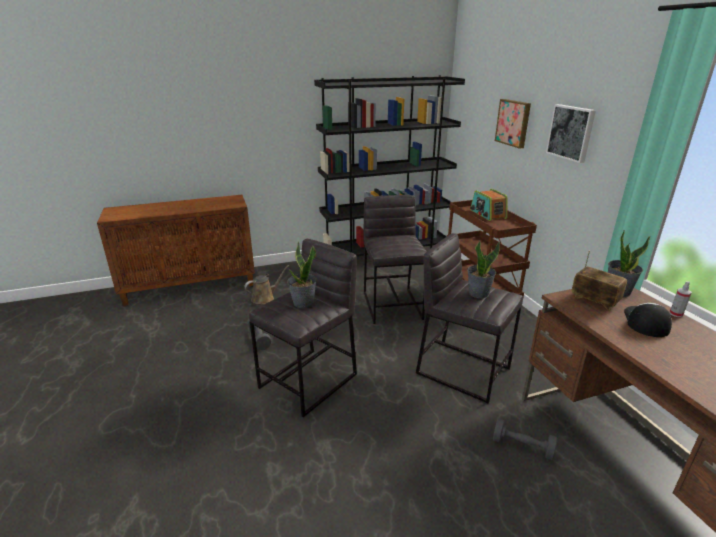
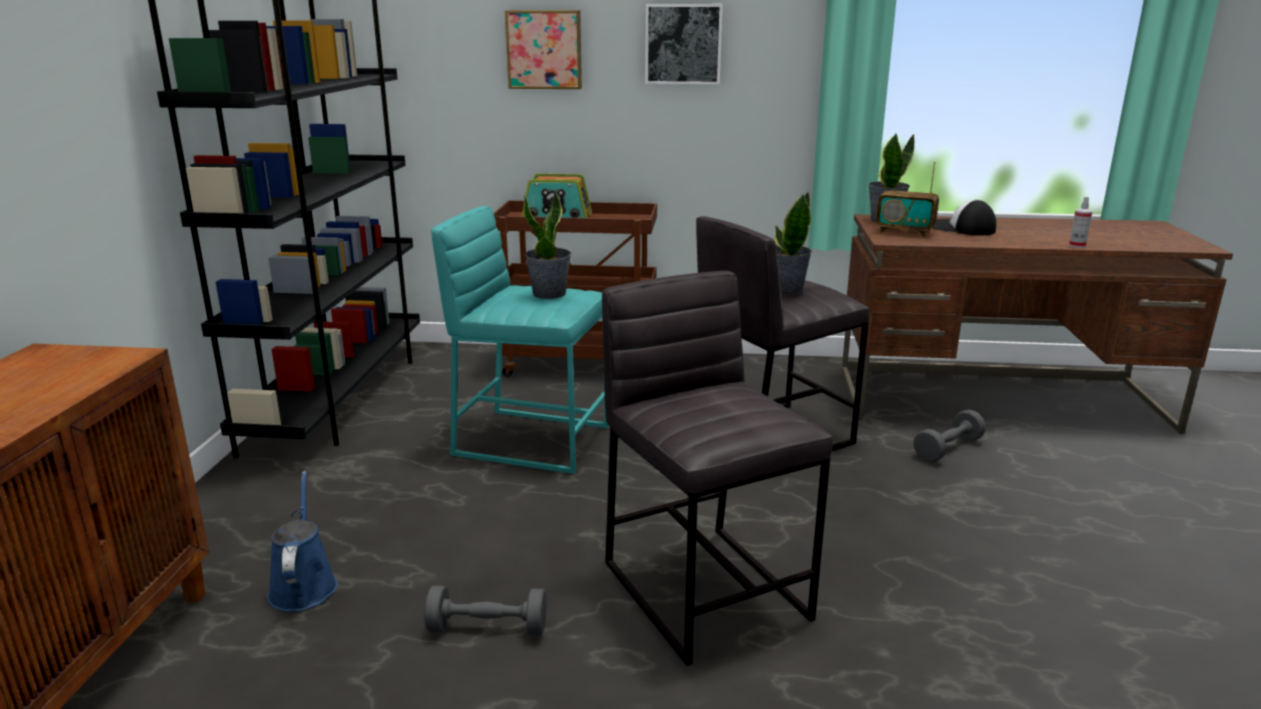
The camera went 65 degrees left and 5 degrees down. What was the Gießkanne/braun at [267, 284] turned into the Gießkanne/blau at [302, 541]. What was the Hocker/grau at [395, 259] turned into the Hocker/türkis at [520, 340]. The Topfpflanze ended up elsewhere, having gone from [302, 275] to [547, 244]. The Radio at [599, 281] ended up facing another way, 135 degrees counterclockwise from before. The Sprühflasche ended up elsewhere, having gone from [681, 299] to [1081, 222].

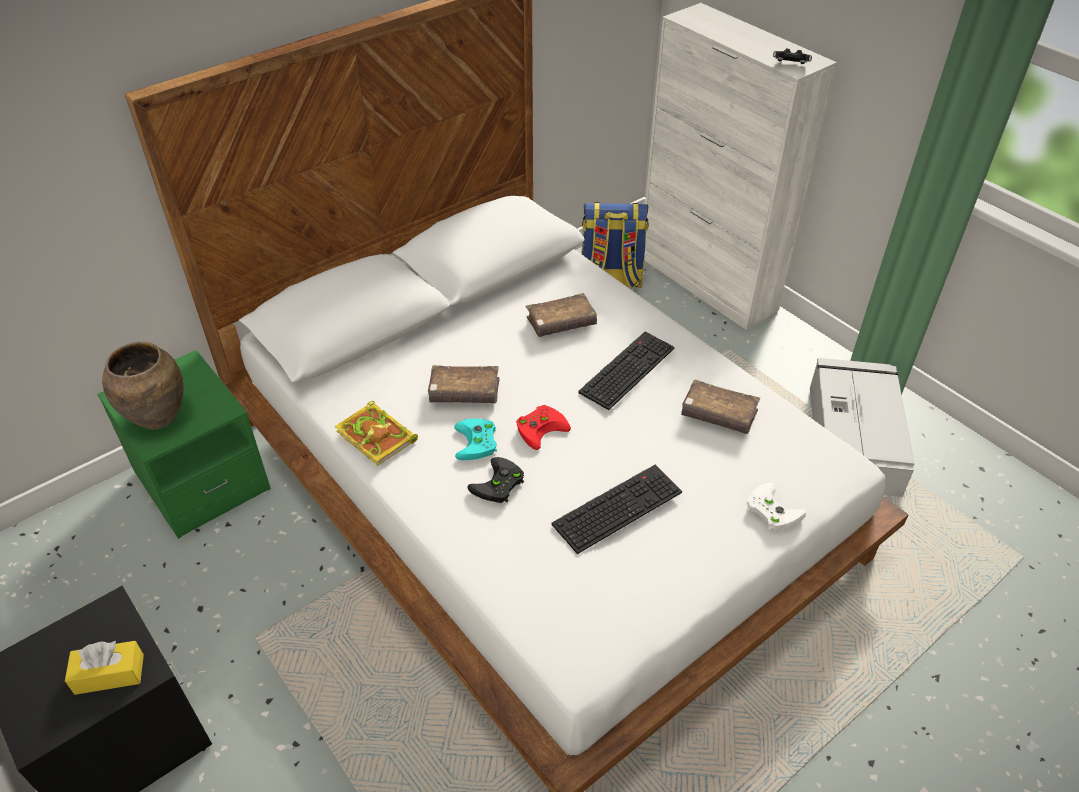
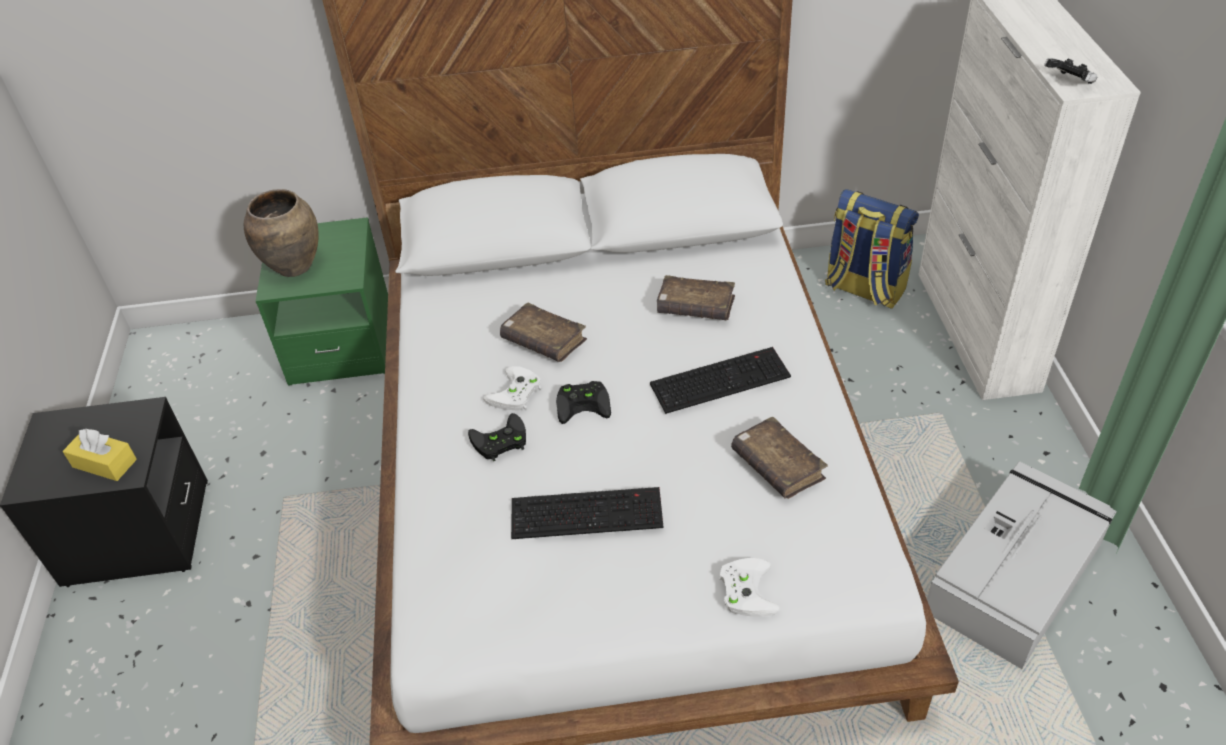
The camera went 35 degrees right and 0 degrees up. What was the Gamepad/türkis at [475, 439] turned into the Gamepad/weiß at [512, 388]. What was the Gamepad/rot at [543, 427] turned into the Gamepad/schwarz at [583, 402]. The second view lost the Buch at [376, 433].

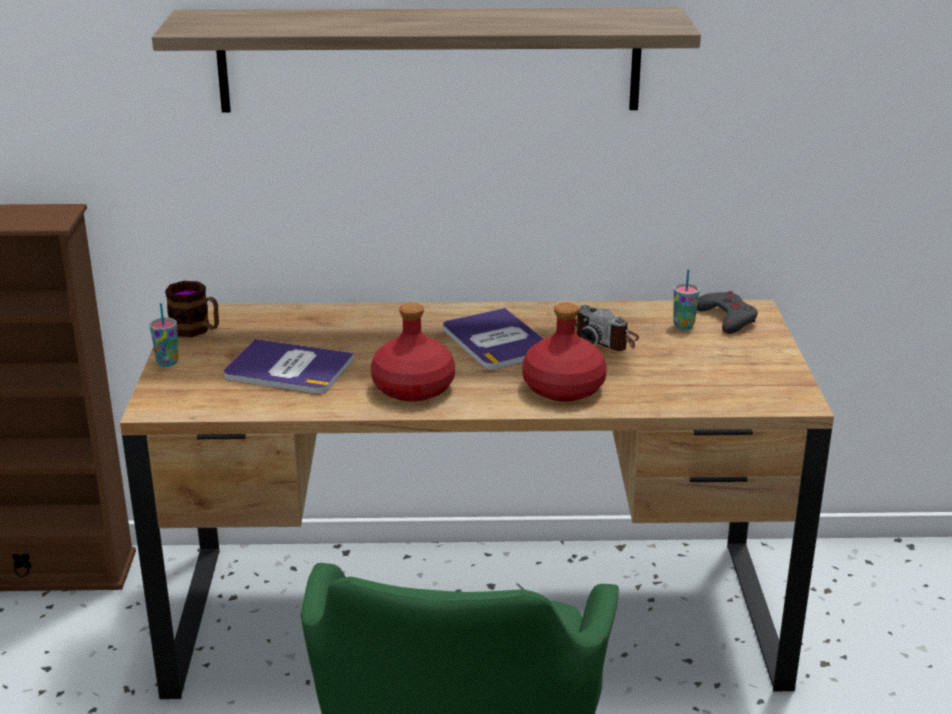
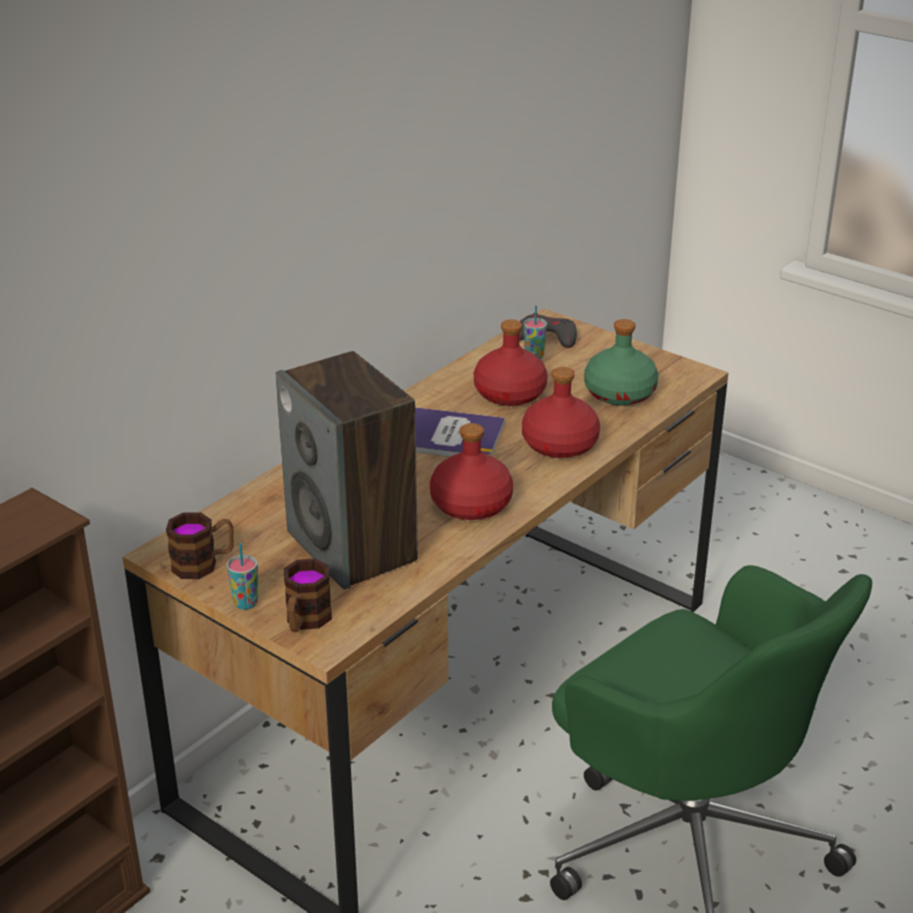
The camera went 50 degrees left and 5 degrees up. Where the Buch stood at [289, 366], the Lautsprecher came to stand at [347, 470]. The second view gained the Henkelbecher at [308, 595]. Where the Kamera stood at [607, 328], the Flasche/rot came to stand at [511, 362]. The second view gained the Flasche/grün at [621, 362]. The second view lost the Wandregal at [426, 60].

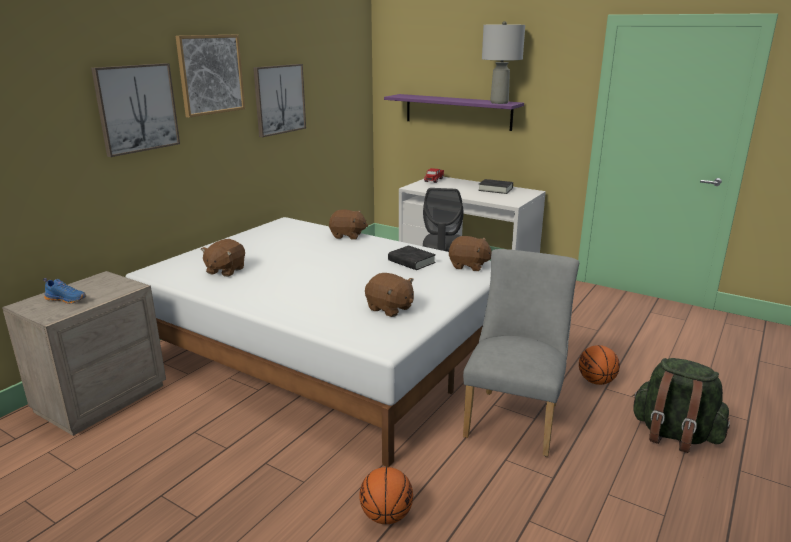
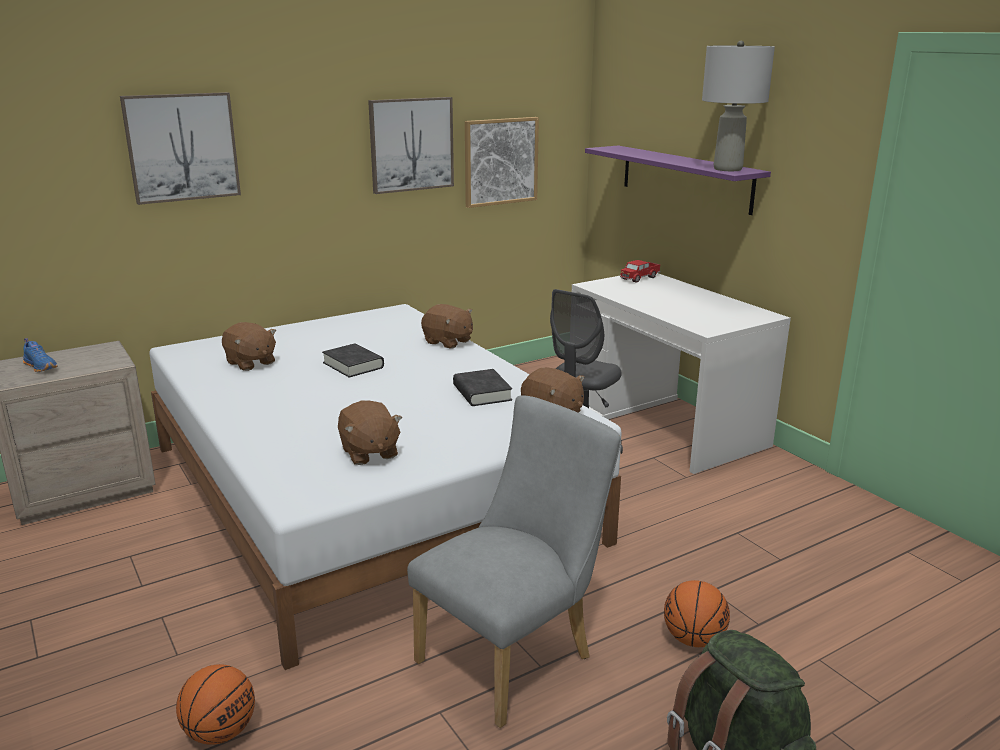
The camera went 25 degrees right and 0 degrees up. The Plüschtier/braun at [223, 258] ended up facing another way, 90 degrees counterclockwise from before. The Buch/schwarz ended up elsewhere, having gone from [495, 186] to [353, 361]. The Bild ended up elsewhere, having gone from [210, 76] to [502, 162].

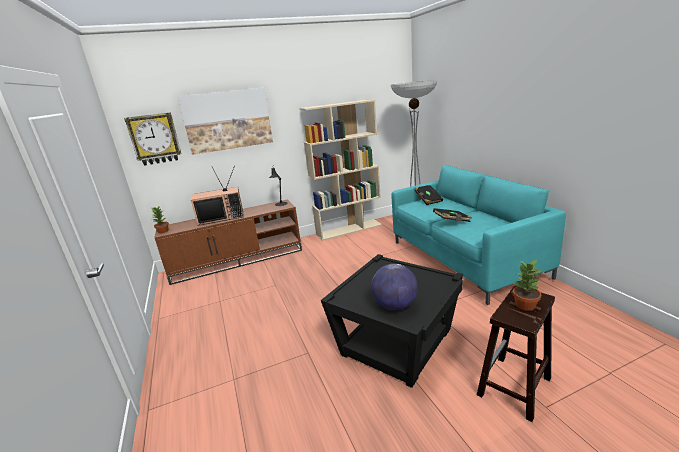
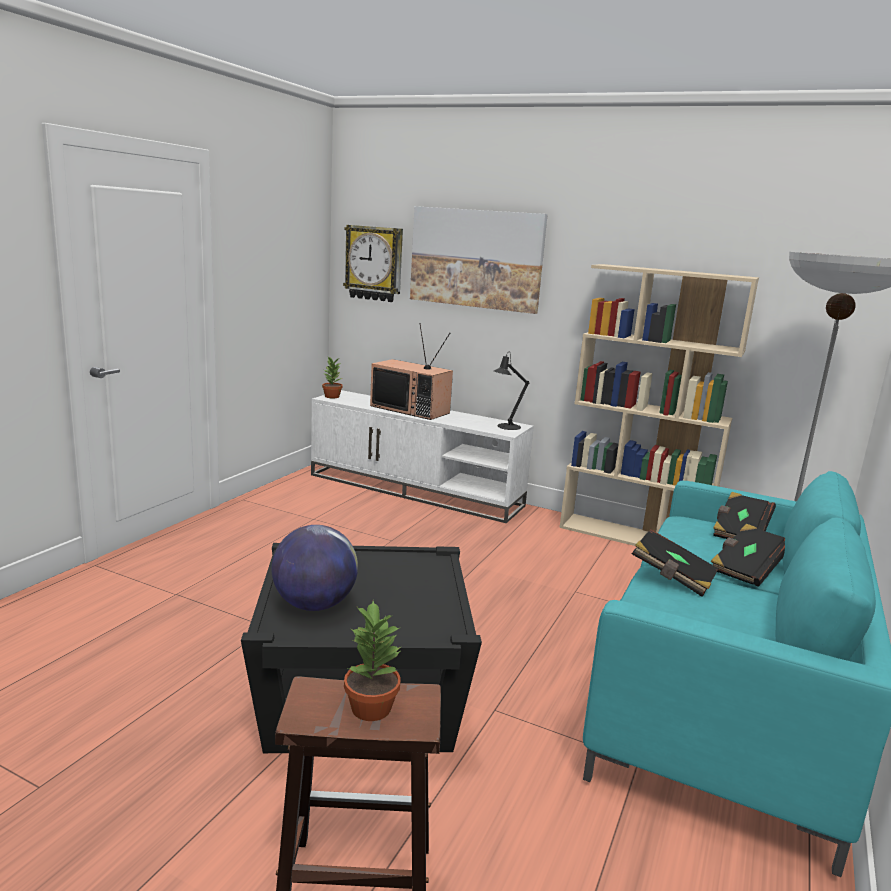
The camera went 45 degrees right and 5 degrees down. What was the Fernsehschrank/braun at [228, 242] turned into the Fernsehschrank/weiß at [422, 456]. The second view gained the Buch/schwarz at [748, 555].

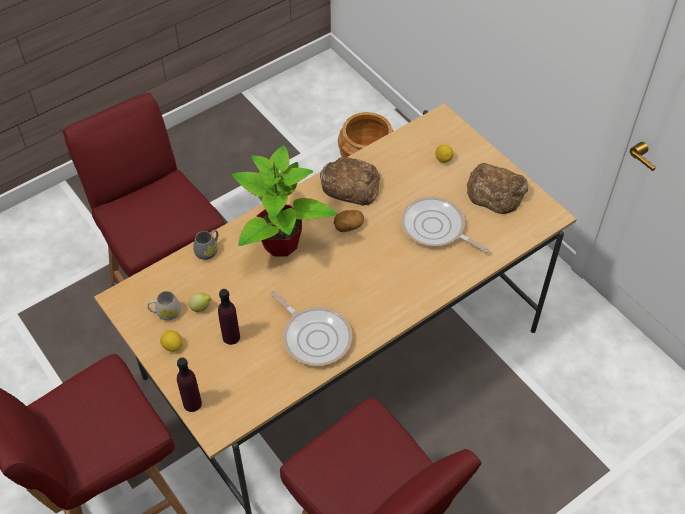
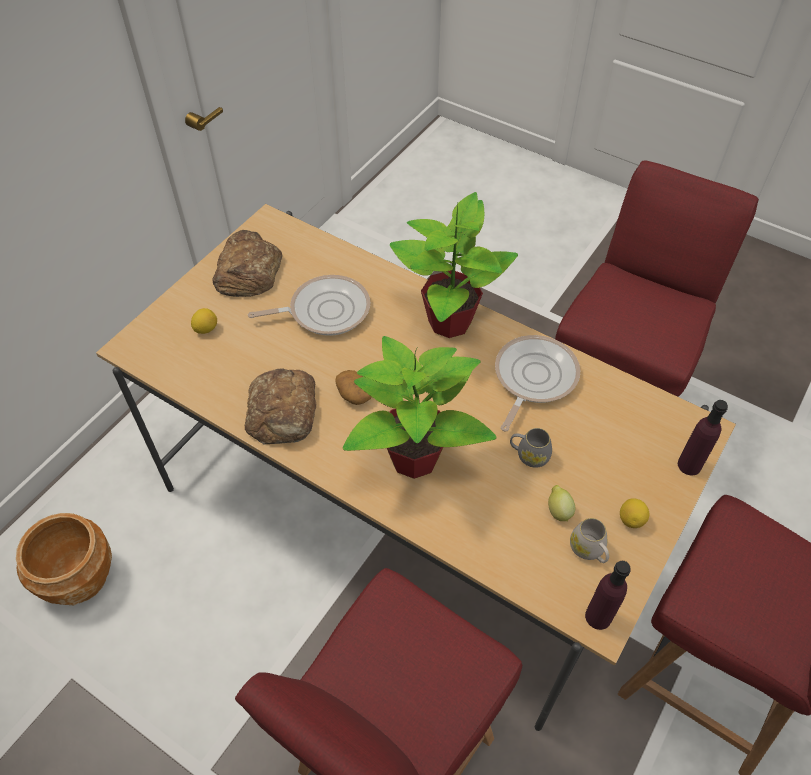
The camera went 110 degrees left and 0 degrees up. The Pfanne at [445, 225] ended up facing another way, 120 degrees counterclockwise from before. The second view gained the Topfpflanze at [454, 265]. The Henkelbecher/grau ended up elsewhere, having gone from [205, 245] to [531, 448]. The Flasche/lila ended up elsewhere, having gone from [229, 317] to [608, 595].

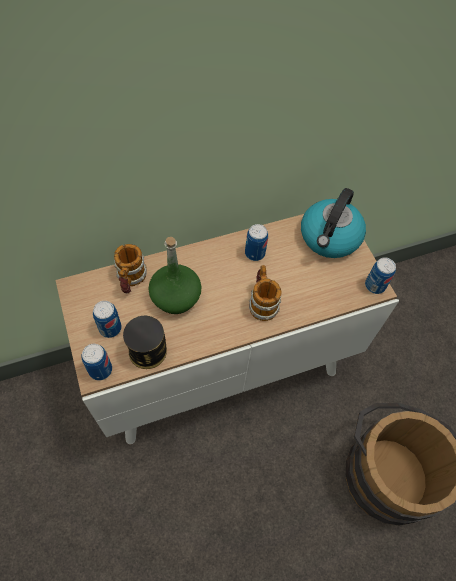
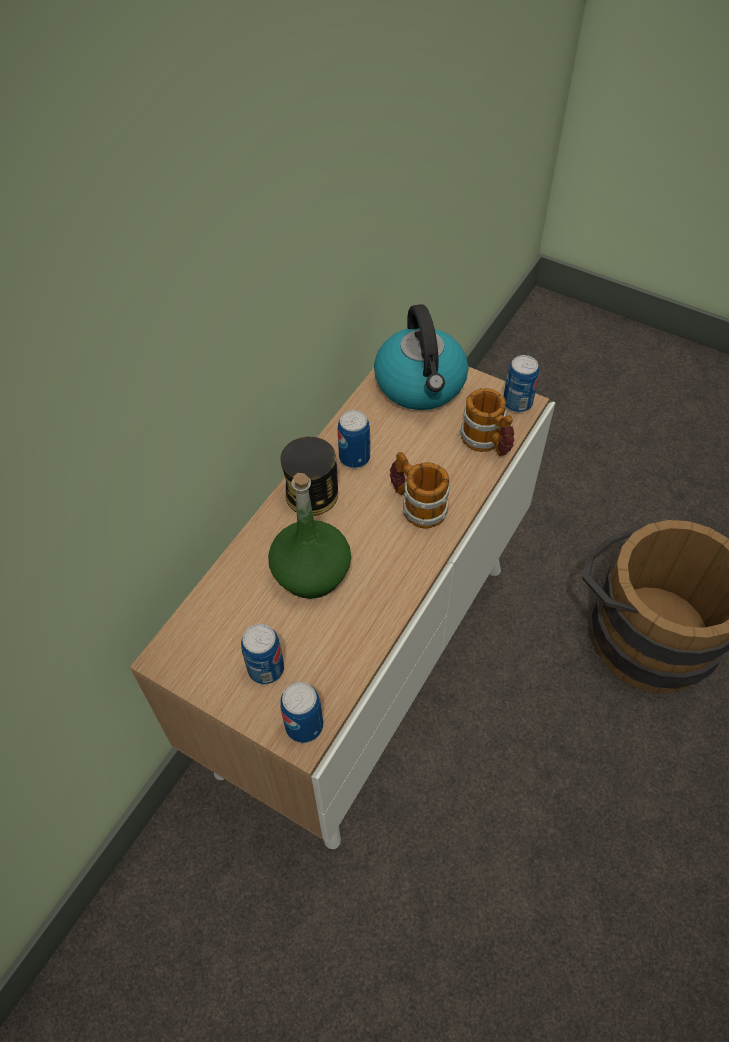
The camera went 35 degrees left and 5 degrees down. The Dose ended up elsewhere, having gone from [145, 342] to [309, 476]. The Henkelbecher ended up elsewhere, having gone from [130, 268] to [487, 422].

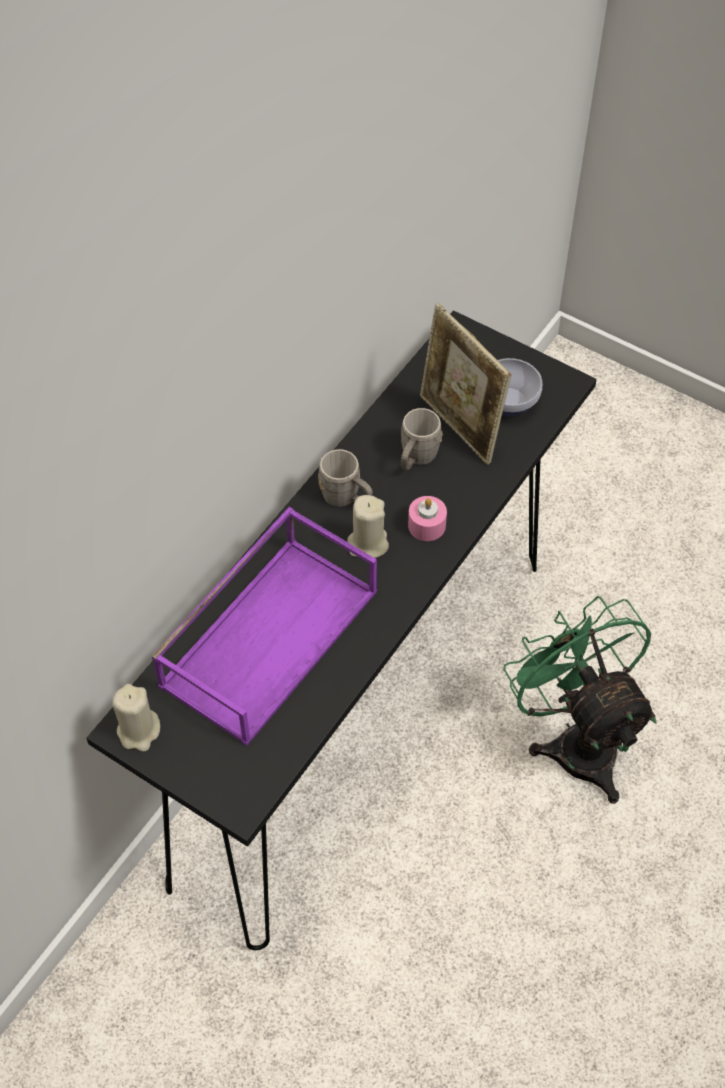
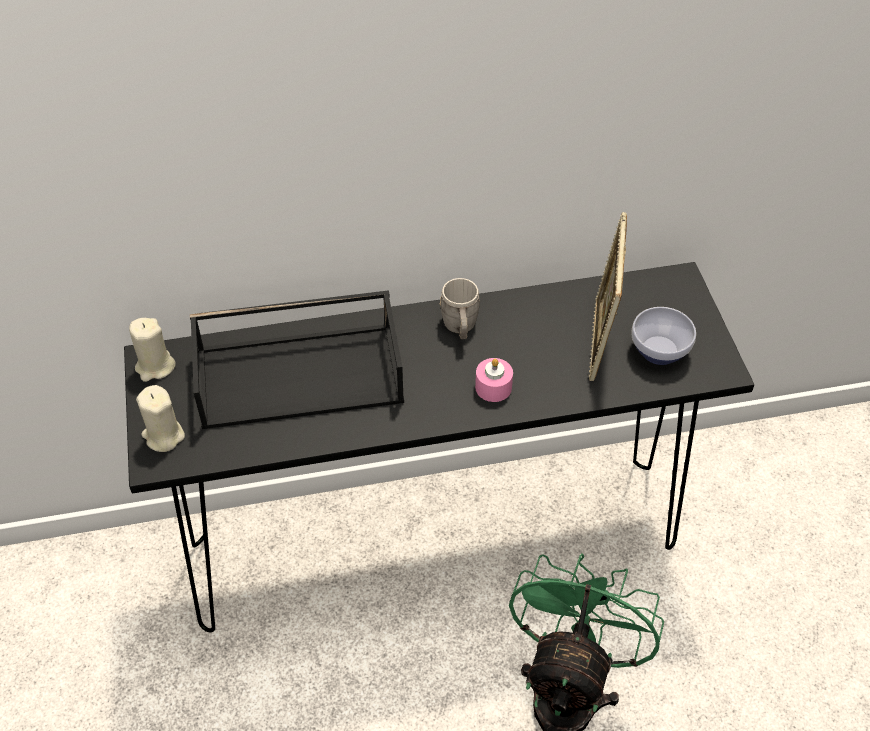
The camera went 45 degrees right and 5 degrees down. The Kerze/beige ended up elsewhere, having gone from [368, 526] to [160, 418]. What was the Tablett/lila at [264, 626] turned into the Tablett/schwarz at [297, 359]. The second view lost the Henkelbecher/grau at [422, 439].

